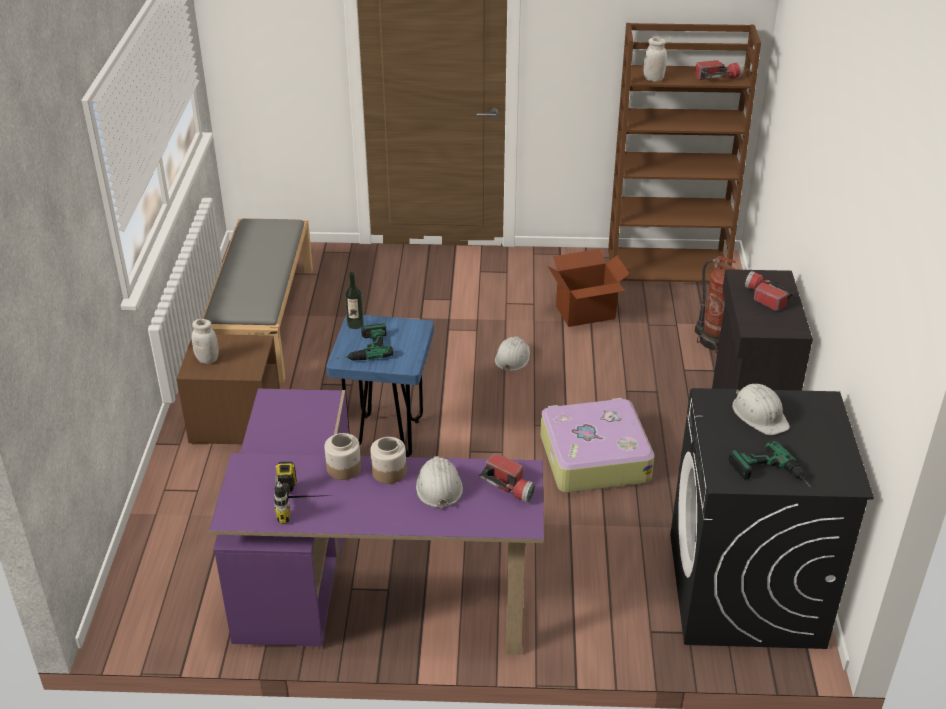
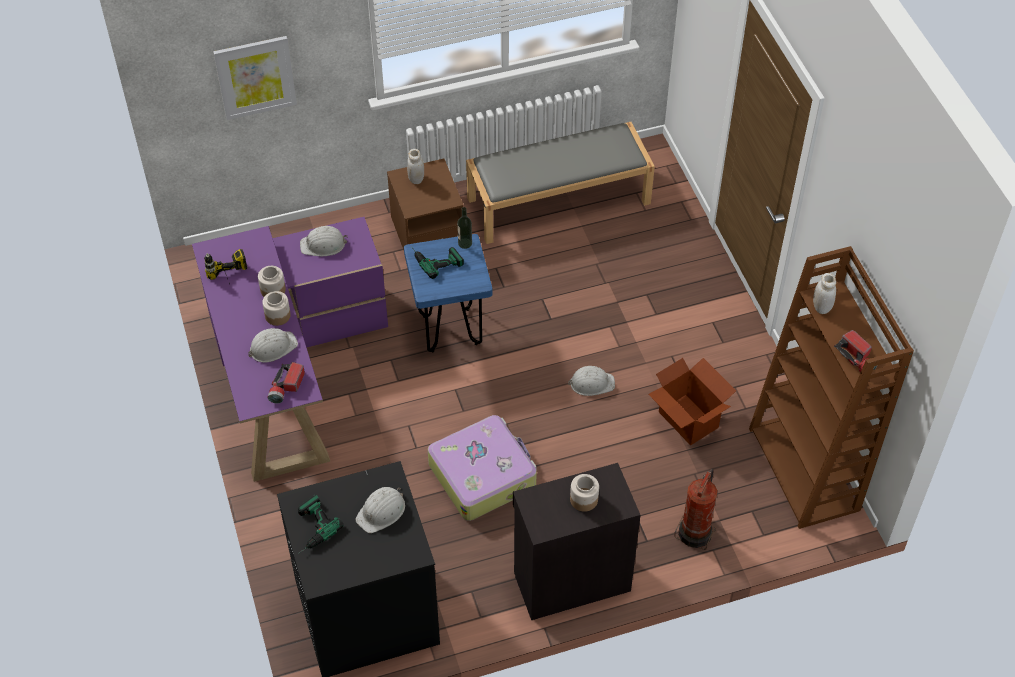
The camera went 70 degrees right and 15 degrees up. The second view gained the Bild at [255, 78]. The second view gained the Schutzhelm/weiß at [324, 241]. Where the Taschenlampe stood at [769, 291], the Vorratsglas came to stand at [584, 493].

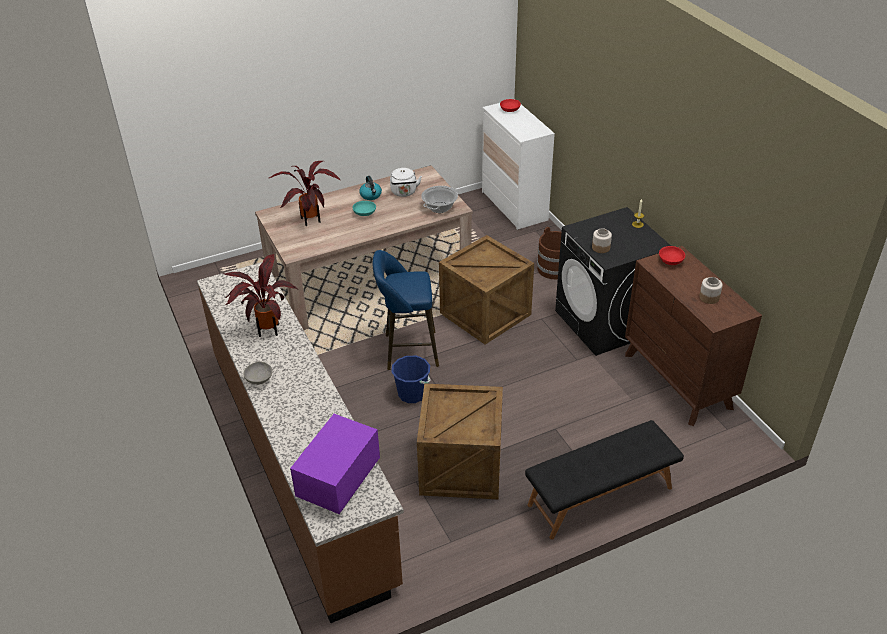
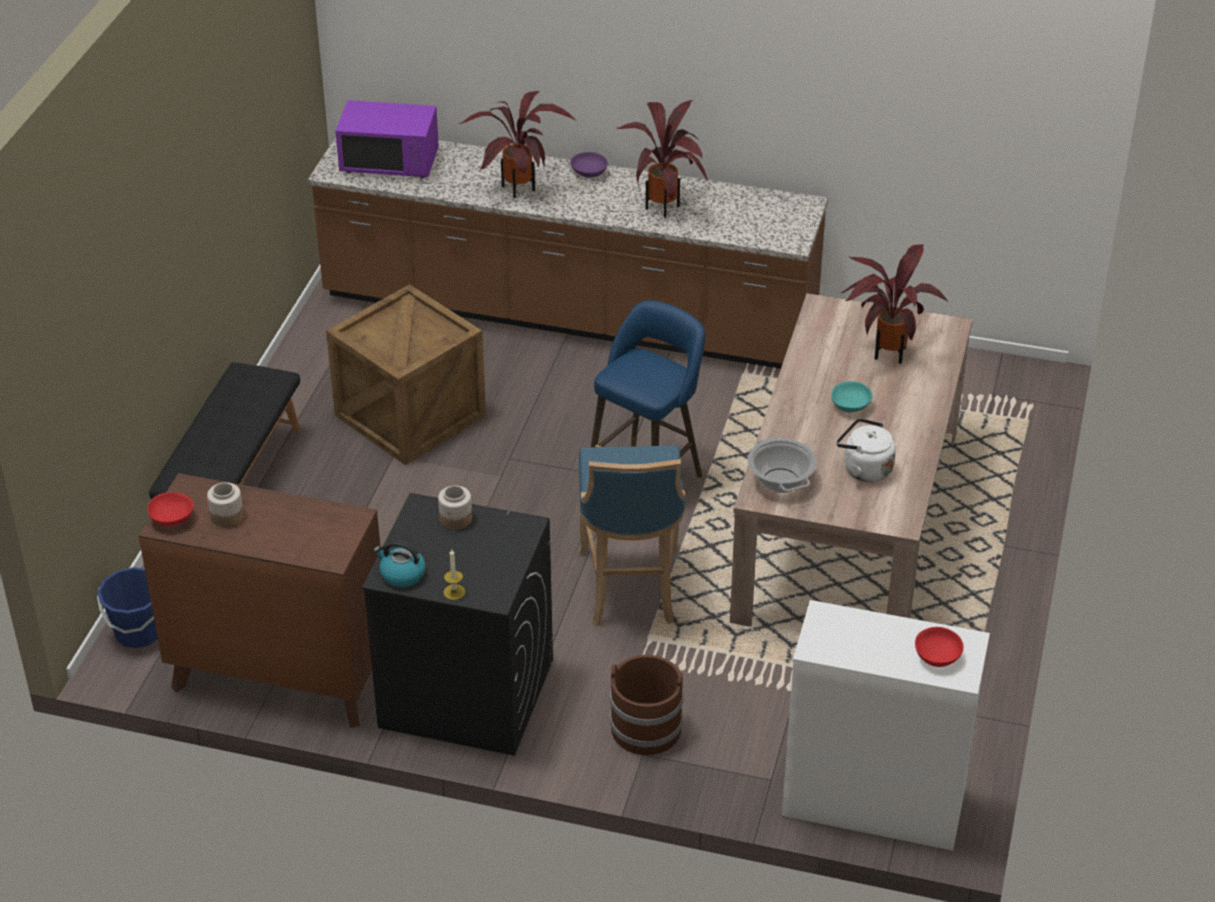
The camera went 130 degrees right and 0 degrees up. The Eimer/blau ended up elsewhere, having gone from [411, 379] to [127, 607]. The Schüssel/rot ended up elsewhere, having gone from [672, 255] to [170, 509]. The Mikrowelle/lila at [335, 464] ended up facing another way, 120 degrees clockwise from before. The Wasserkessel ended up elsewhere, having gone from [370, 188] to [399, 563]. The second view gained the Topfpflanze at [517, 144]. What was the Schüssel/grau at [257, 373] turned into the Schüssel/lila at [589, 165]. Where the Kiste stood at [486, 289], the Hocker/blau came to stand at [631, 535].

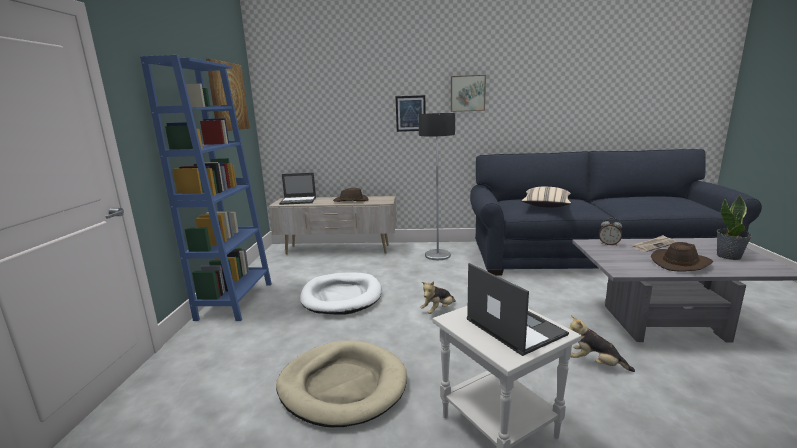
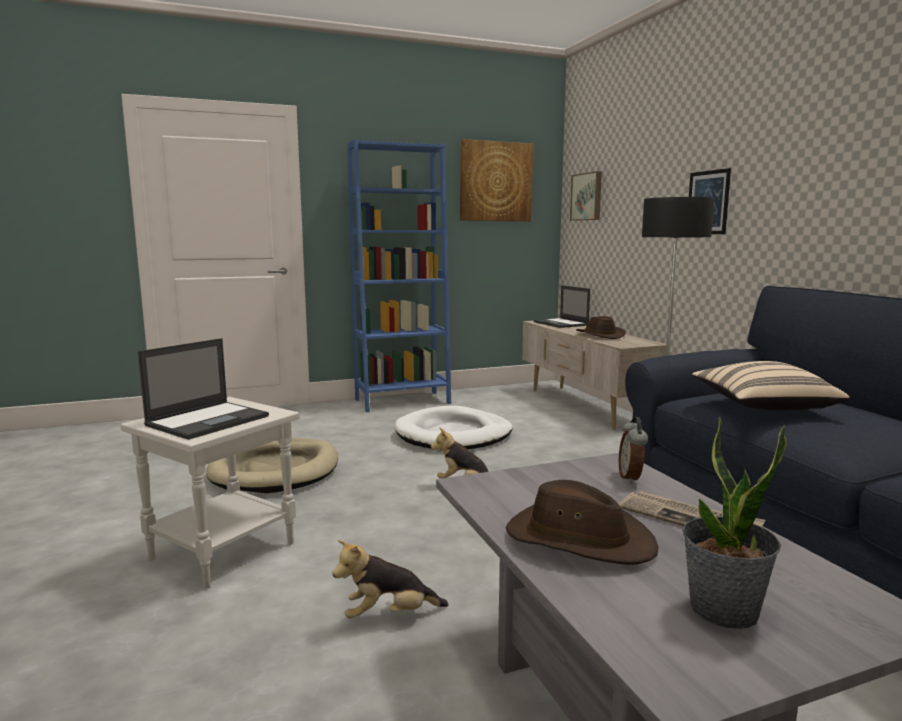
The camera went 65 degrees right and 5 degrees down. The Plüschtier at [601, 343] ended up facing another way, 105 degrees counterclockwise from before. The Bild ended up elsewhere, having gone from [468, 93] to [586, 196].

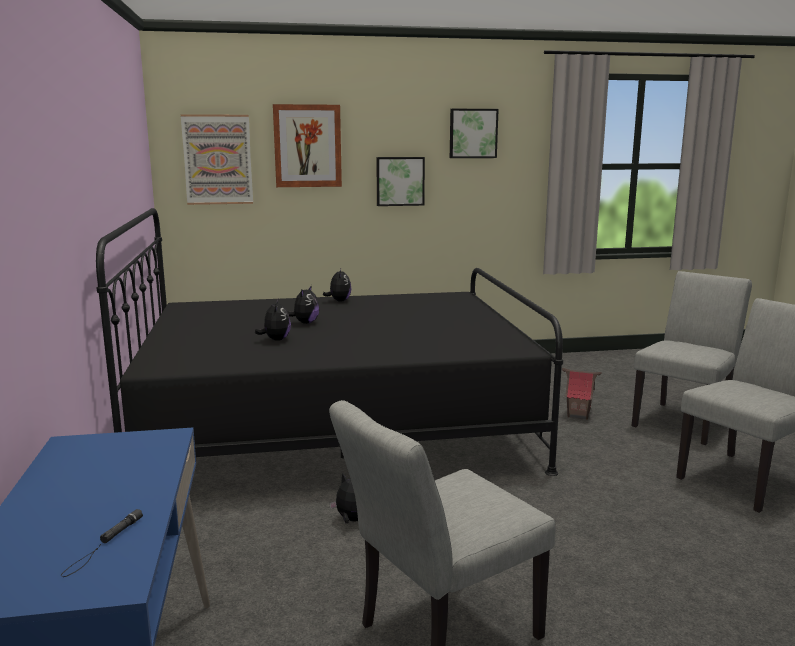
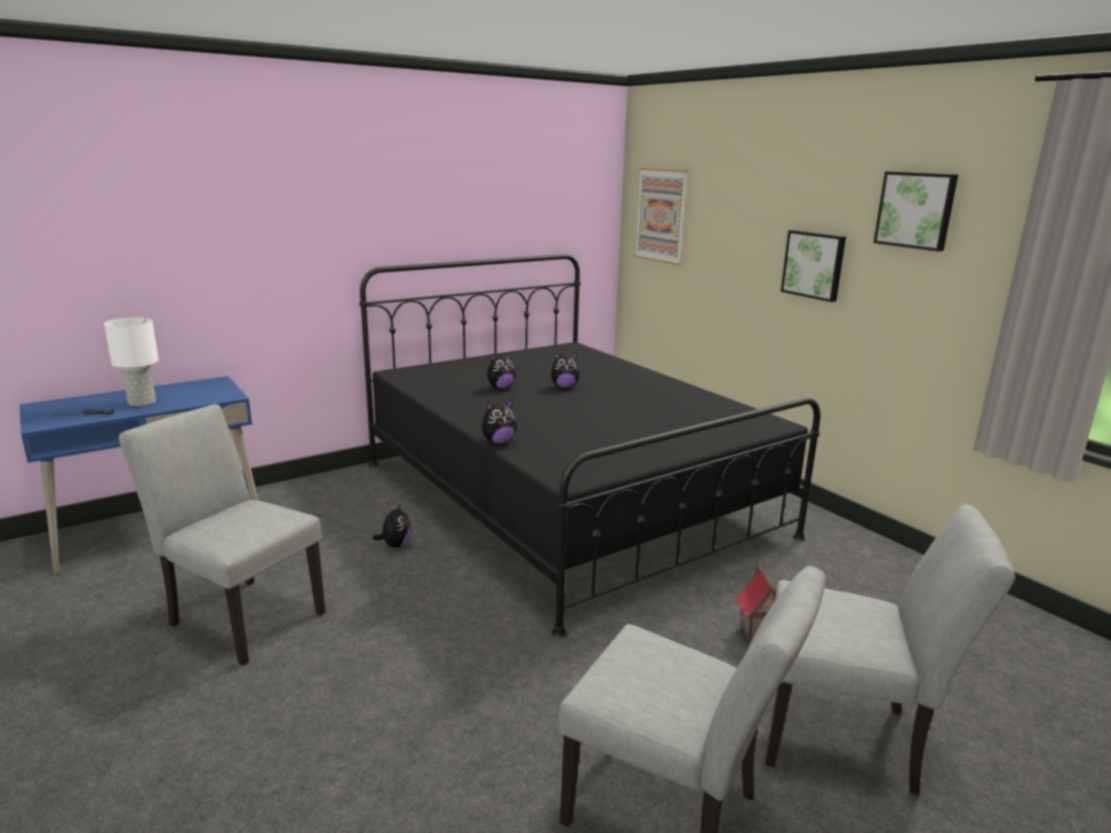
The camera went 65 degrees right and 5 degrees up. The second view gained the Tischlampe/weiß at [131, 362]. The Plüschtier ended up elsewhere, having gone from [337, 285] to [499, 421]. The second view lost the Bild at [307, 145].

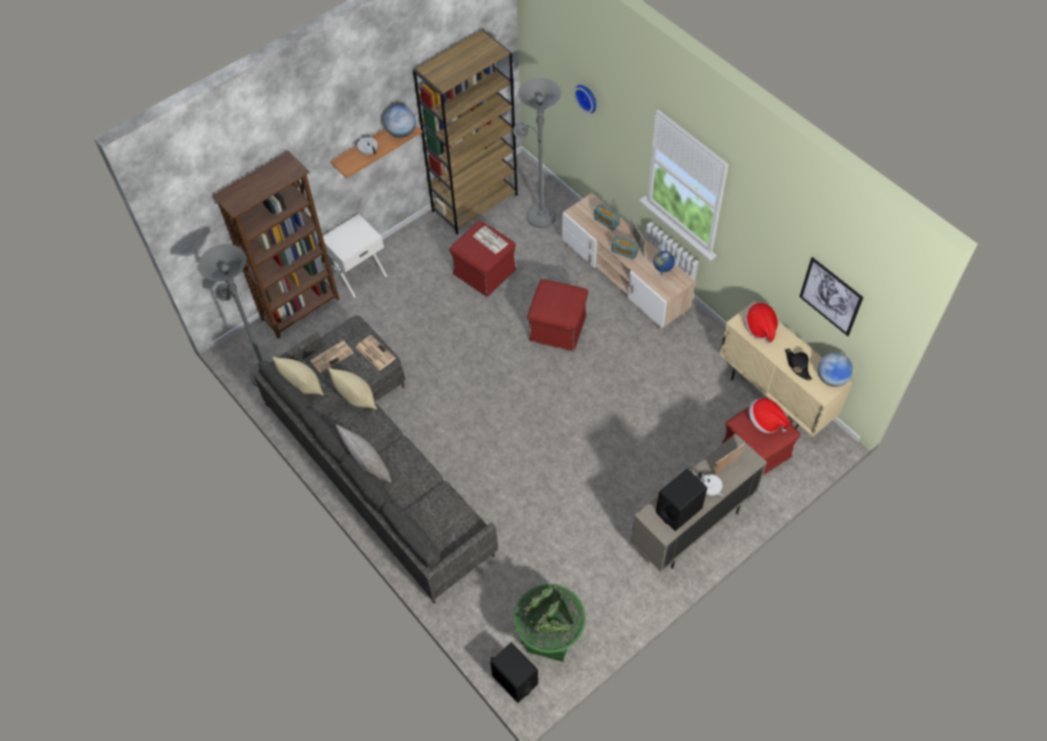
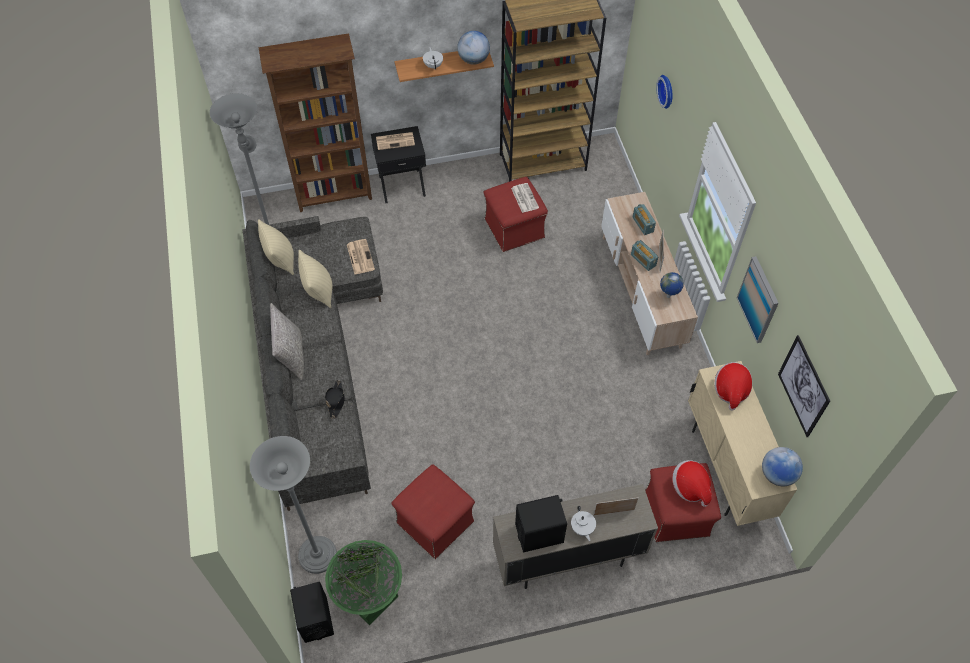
The camera went 25 degrees right and 0 degrees up. The Stehlampe/grau ended up elsewhere, having gone from [537, 153] to [293, 505]. The Hut/schwarz ended up elsewhere, having gone from [798, 364] to [335, 399]. What was the Nachttisch/weiß at [355, 256] turned into the Nachttisch/schwarz at [398, 164]. The Zeitung ended up elsewhere, having gone from [331, 357] to [395, 141]. The Polsterhocker/rot ended up elsewhere, having gone from [557, 315] to [433, 511]. The second view gained the Bild at [758, 299].

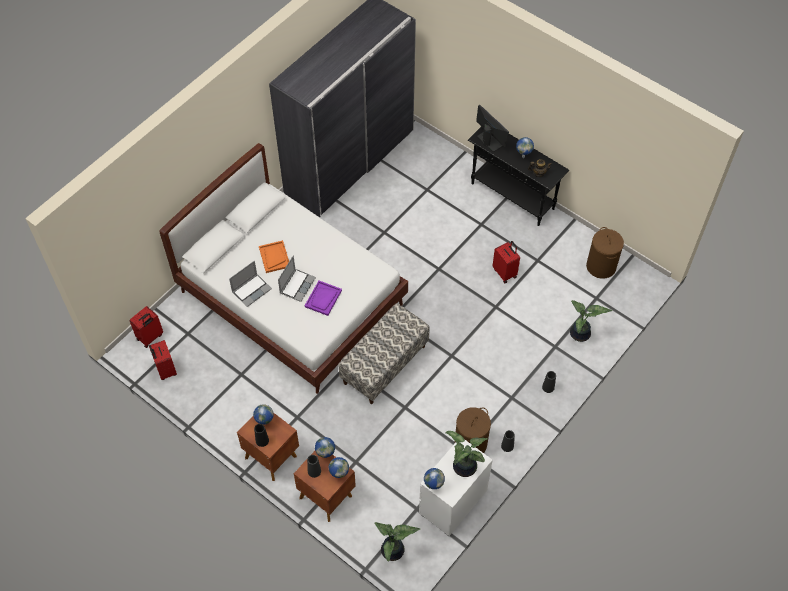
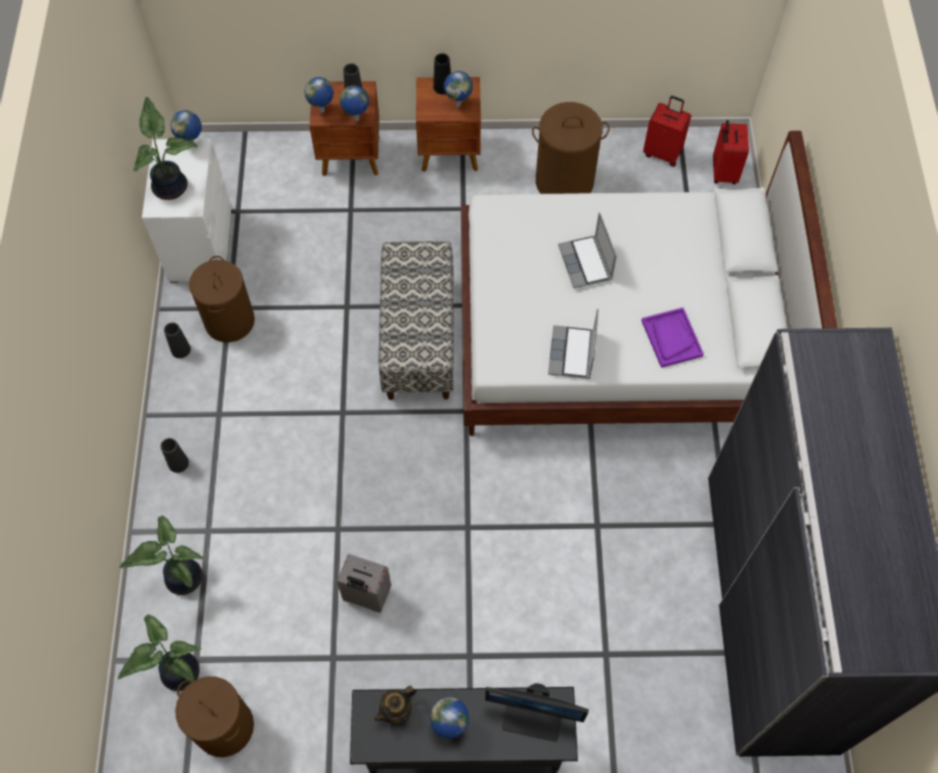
The camera went 140 degrees right and 5 degrees up. The Topfpflanze ended up elsewhere, having gone from [397, 541] to [160, 652]. What was the Koffer/rot at [506, 262] turned into the Koffer/grau at [364, 583]. The second view gained the Wäschekorb/braun at [571, 148]. The Laptop ended up elsewhere, having gone from [250, 284] to [573, 343]. The Tablett/lila ended up elsewhere, having gone from [323, 298] to [672, 337]. The second view lost the Tablett/orange at [274, 256].

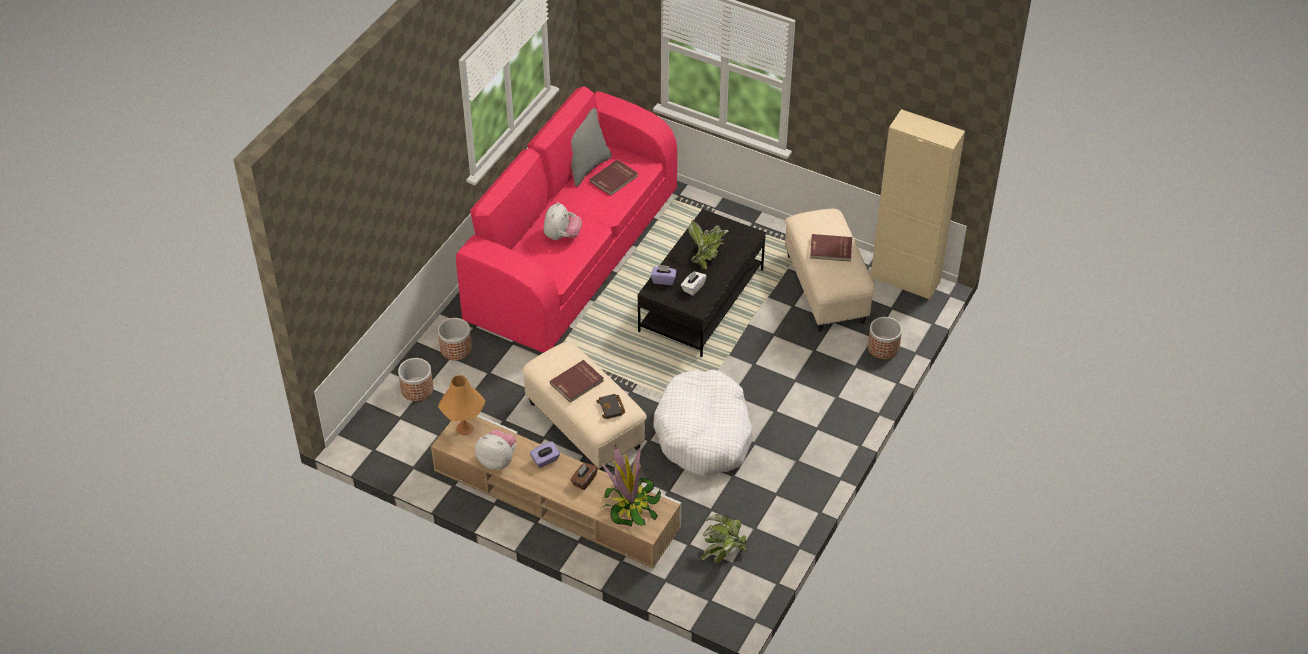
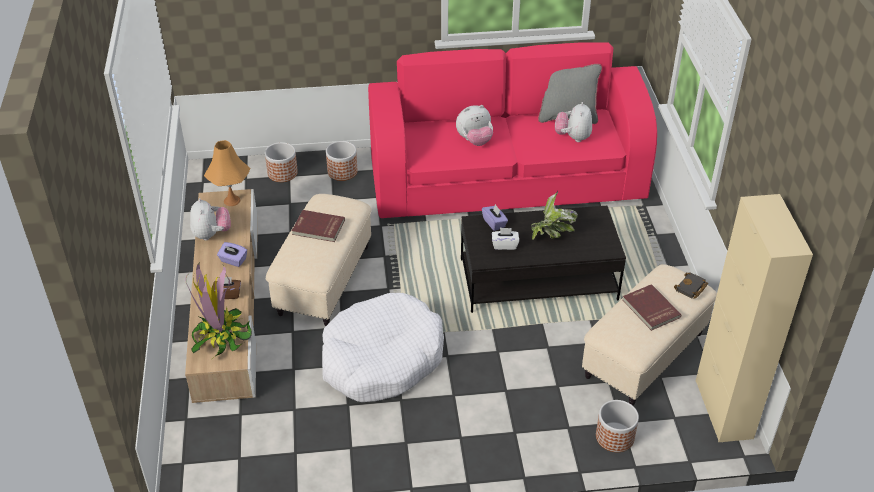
The camera went 55 degrees right and 5 degrees down. Where the Buch/rot stood at [614, 178], the Plüschtier came to stand at [573, 122]. The Buch/schwarz ended up elsewhere, having gone from [610, 406] to [691, 285]. The second view lost the Topfpflanze at [723, 538].

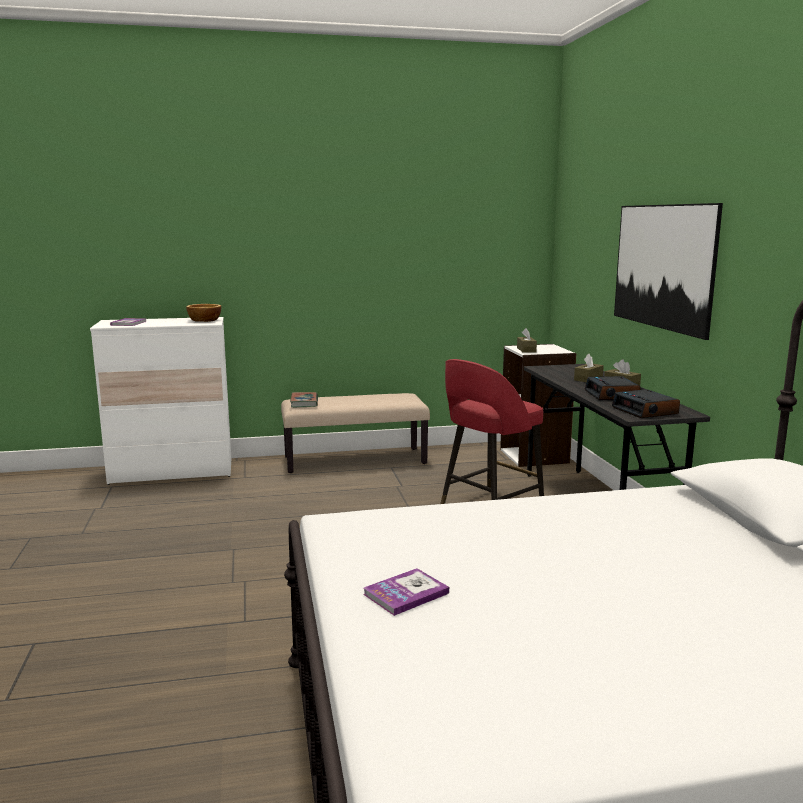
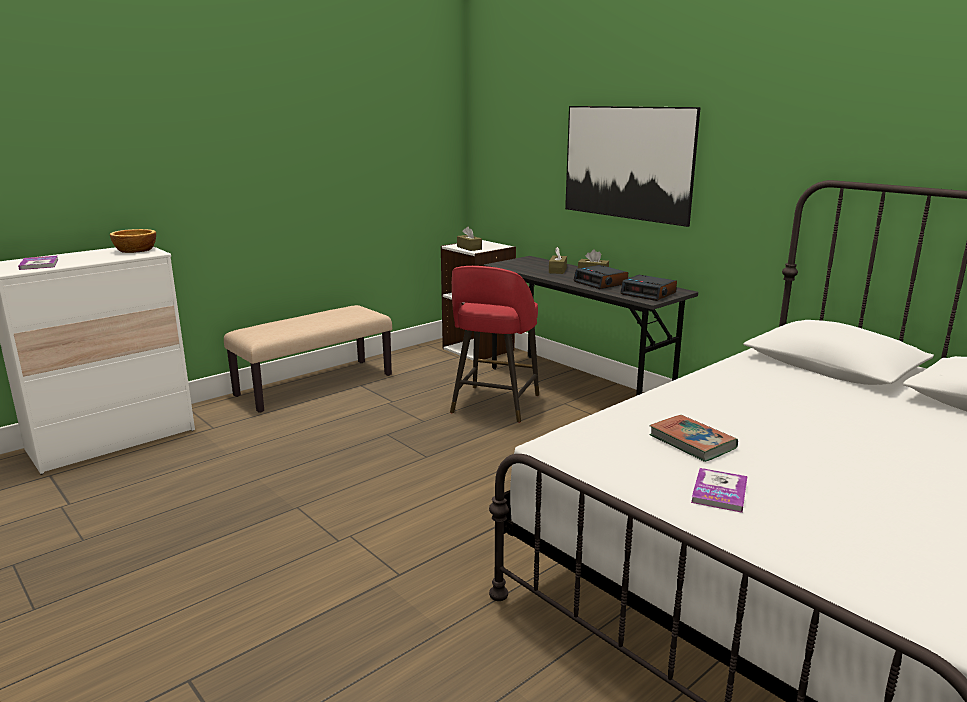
The camera went 30 degrees left and 5 degrees up. The Buch ended up elsewhere, having gone from [304, 399] to [694, 438].

